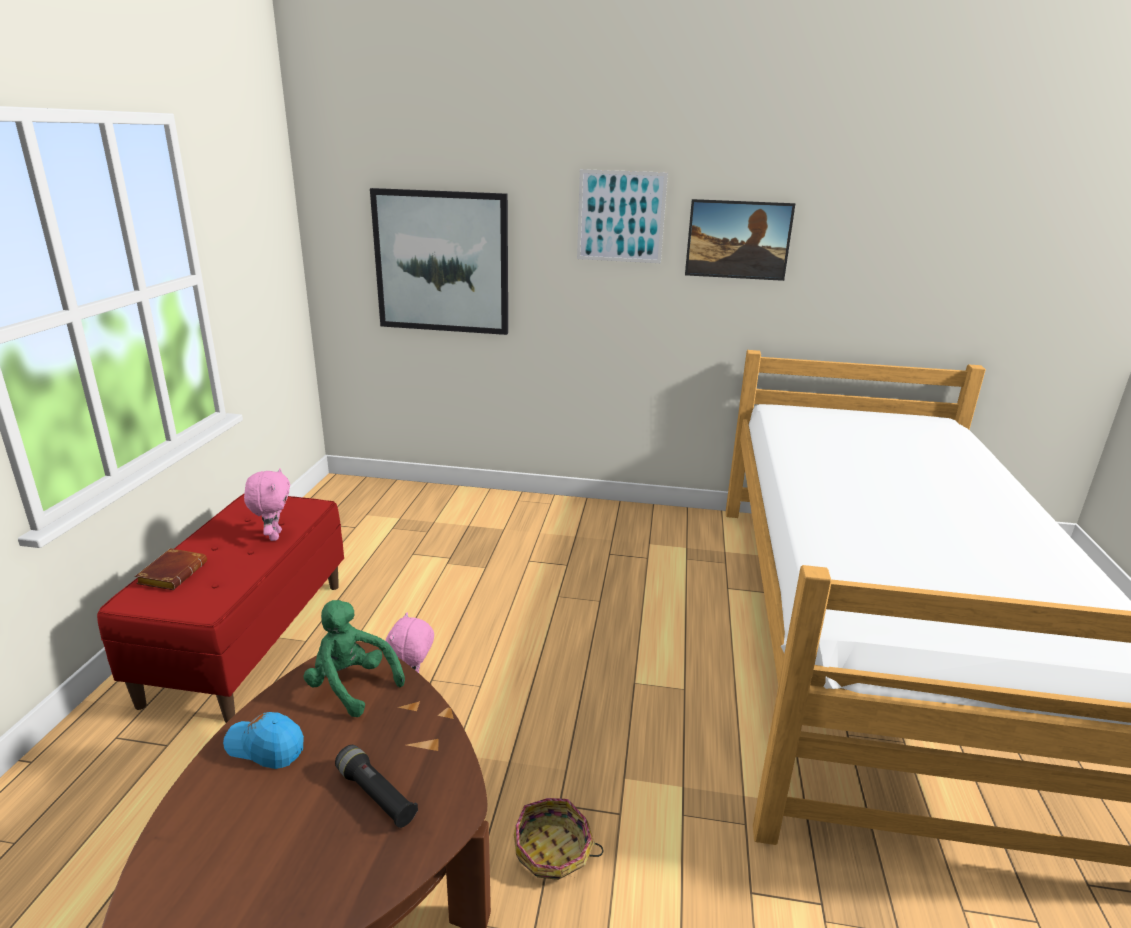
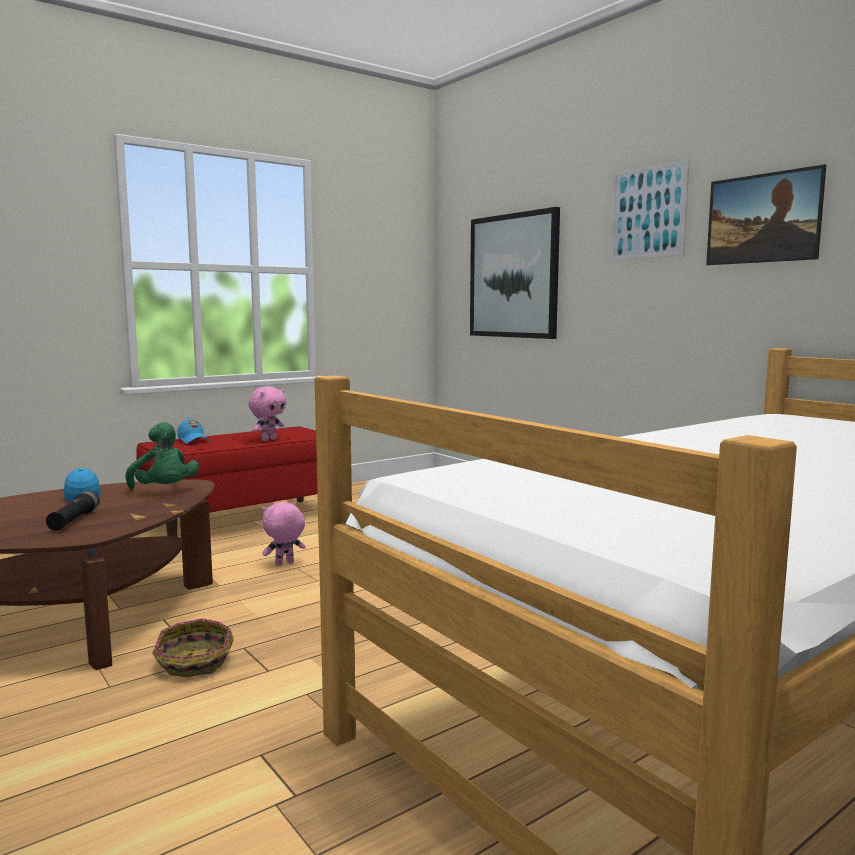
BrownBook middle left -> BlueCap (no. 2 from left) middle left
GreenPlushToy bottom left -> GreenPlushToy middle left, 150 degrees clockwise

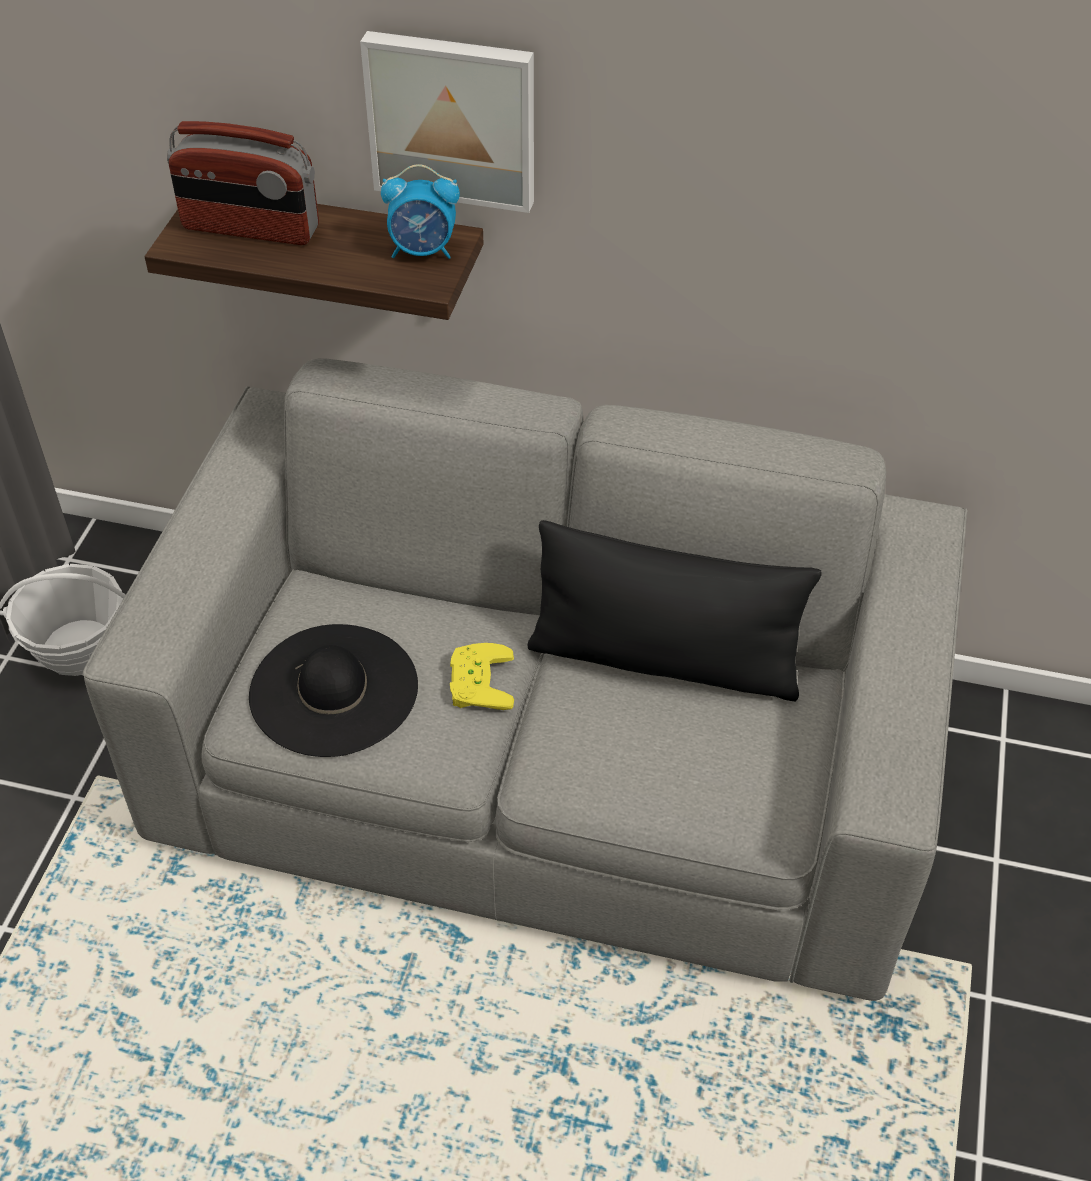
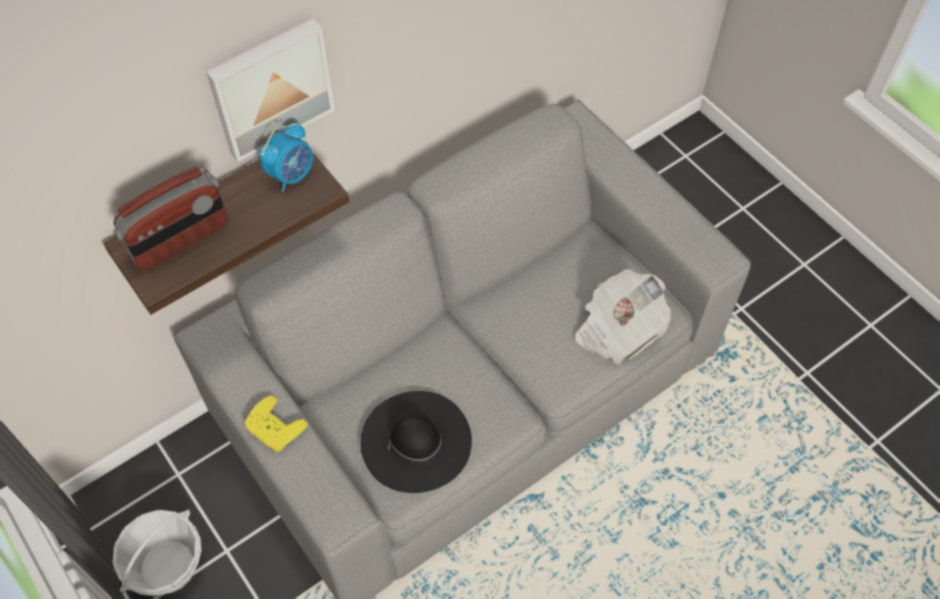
BlackPillow centre -> none
none -> Newspaper centre
YellowGameController centre -> YellowGameController bottom left, relocated

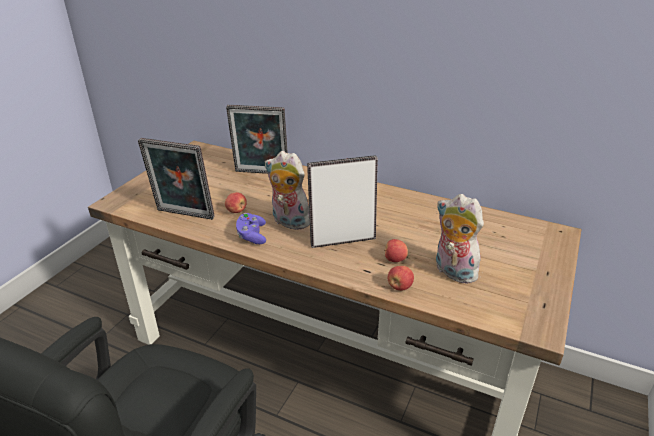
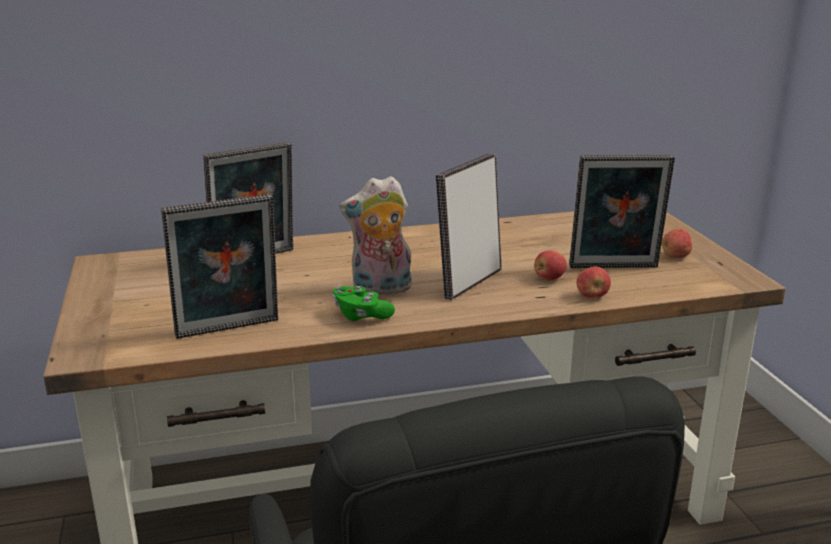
Apple (no. 1 from left in the first image) centre -> Apple (no. 3 from left) middle right, relocated
PlushToy (no. 2 from left) middle right -> PictureFrame (no. 4 from left) middle right
PurpleGameController centre -> GreenGameController centre

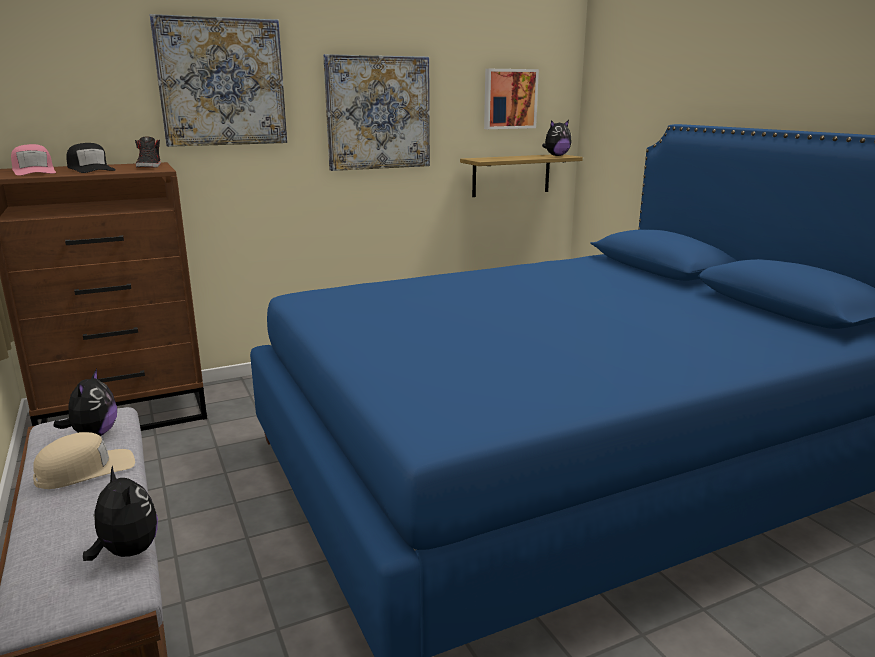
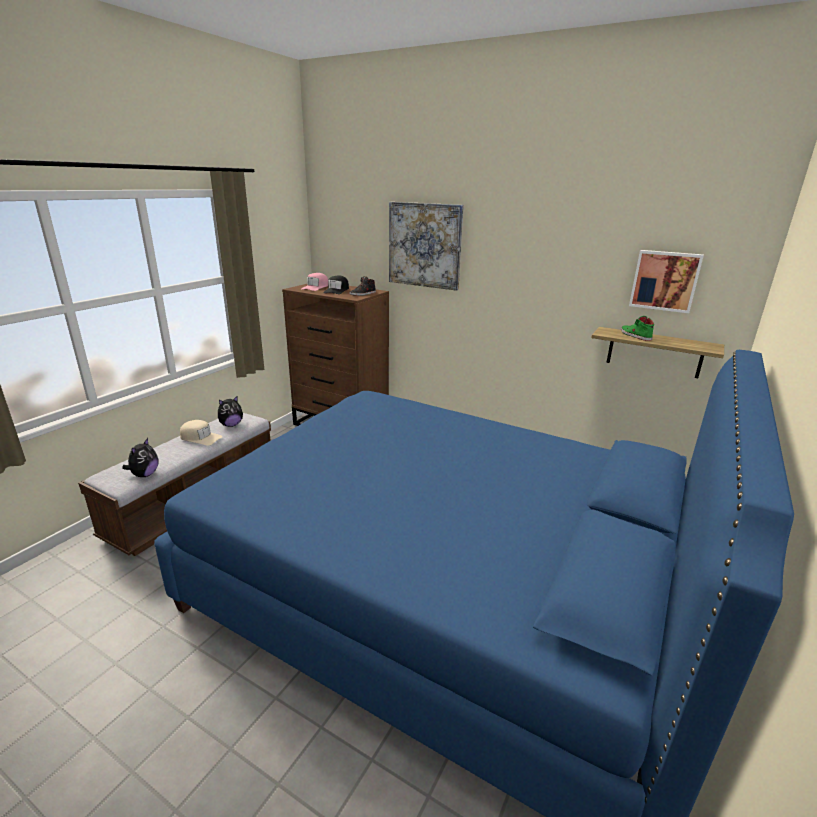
Picture (no. 2 from left) top centre -> none
PlushToy (no. 3 from left) top centre -> none
none -> GreenShoe middle right

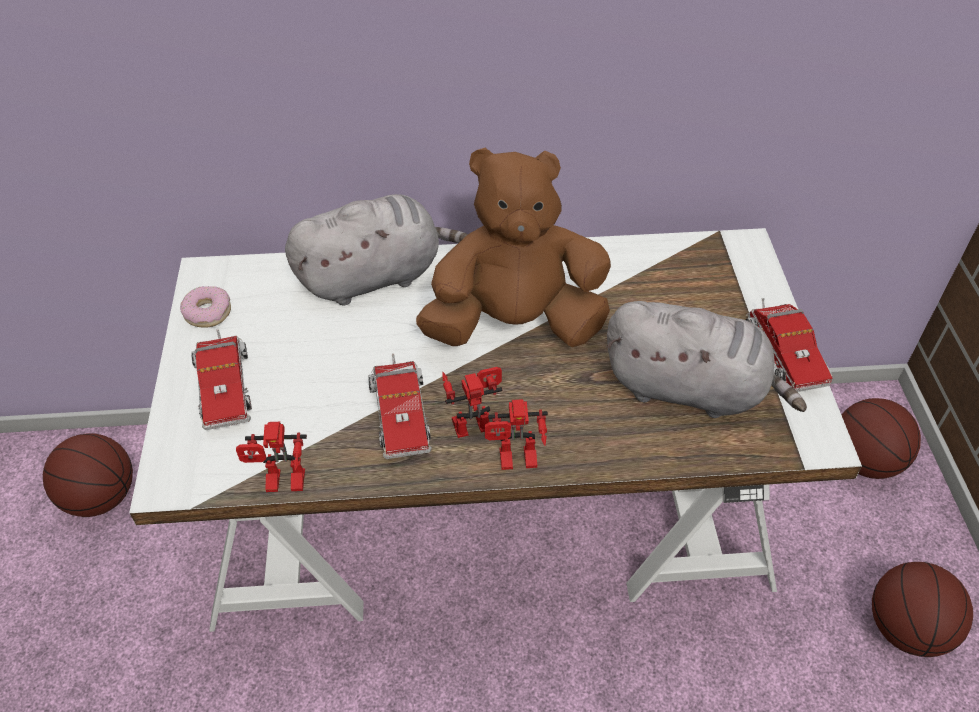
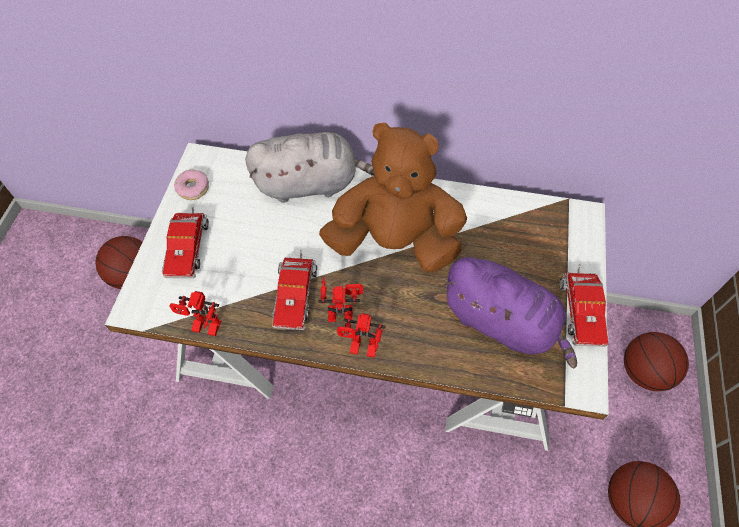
GreyPlushToy (no. 2 from left) middle right -> PurplePlushToy middle right

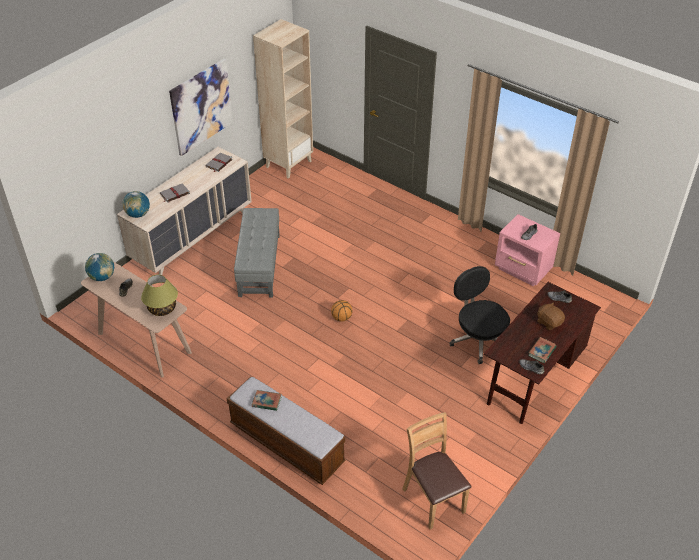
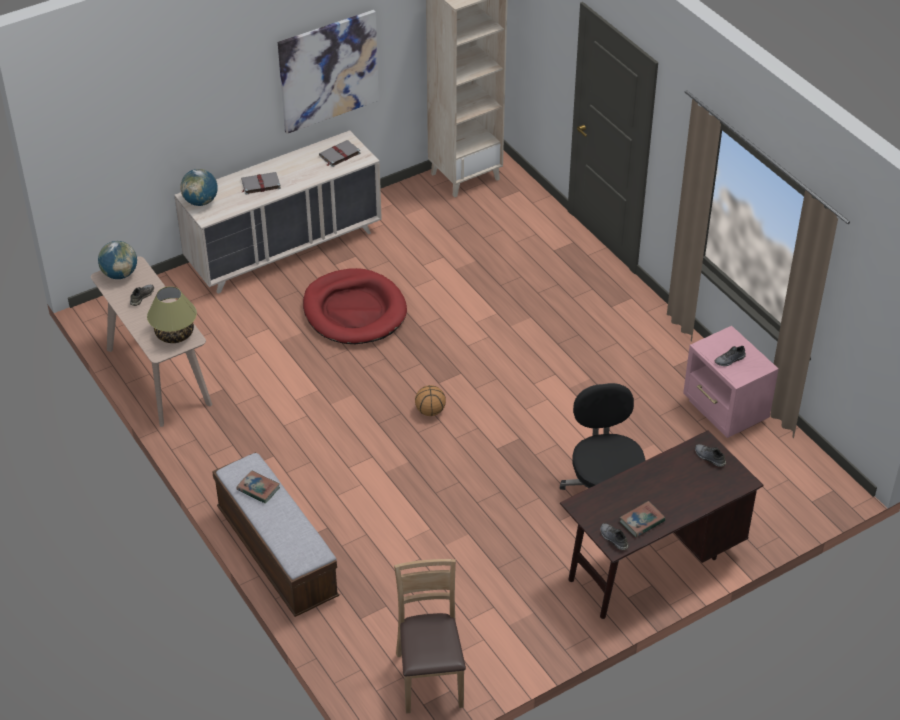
BrownPlushToy middle right -> none
GreyOttoman centre -> RedDogBed centre

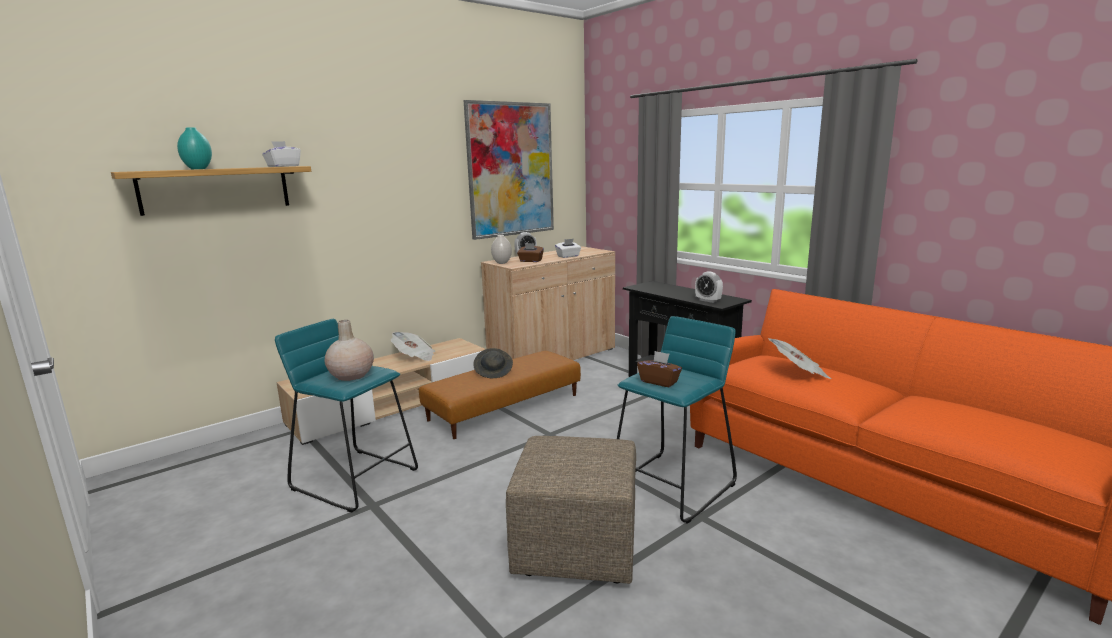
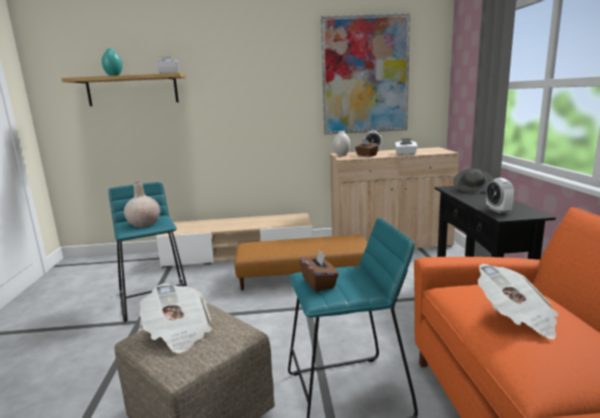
Newspaper (no. 1 from left) centre -> Newspaper (no. 1 from left) bottom left, relocated
GreyHat centre -> GreyHat middle right, relocated

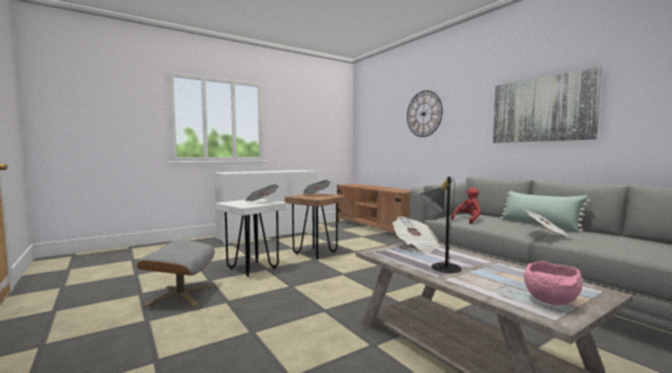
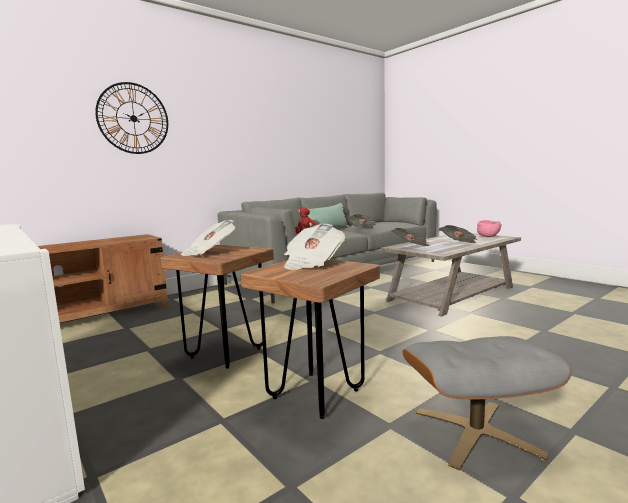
Picture top right -> none
BlackTableLamp centre -> Newspaper (no. 5 from left) middle right
WhiteStool centre -> BrownStool (no. 2 from left) bottom centre

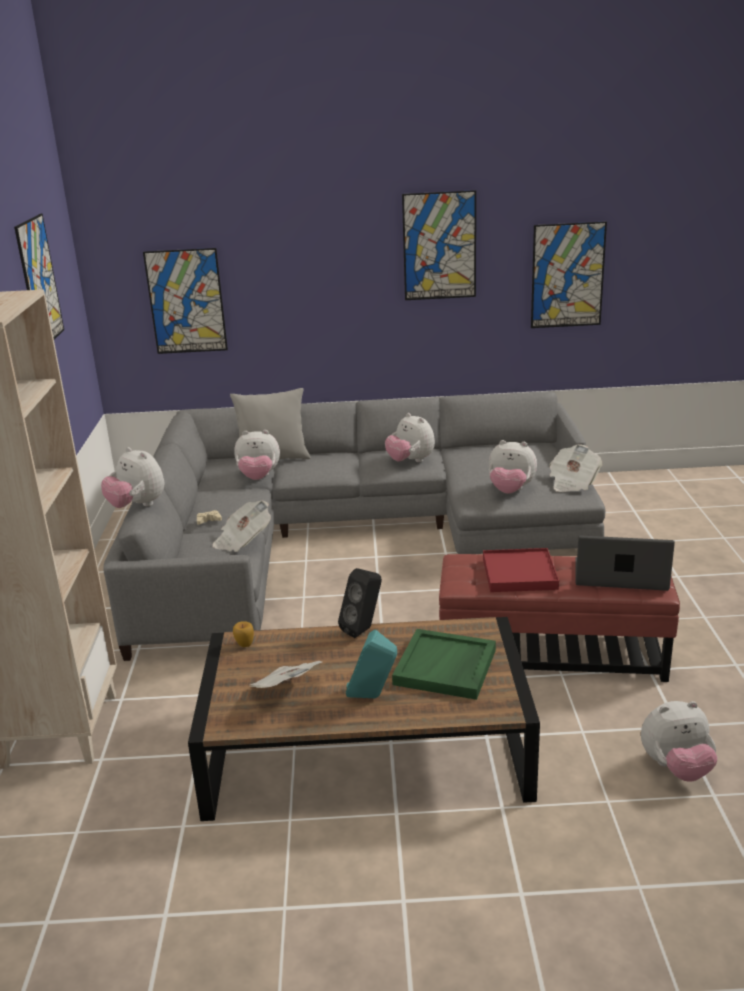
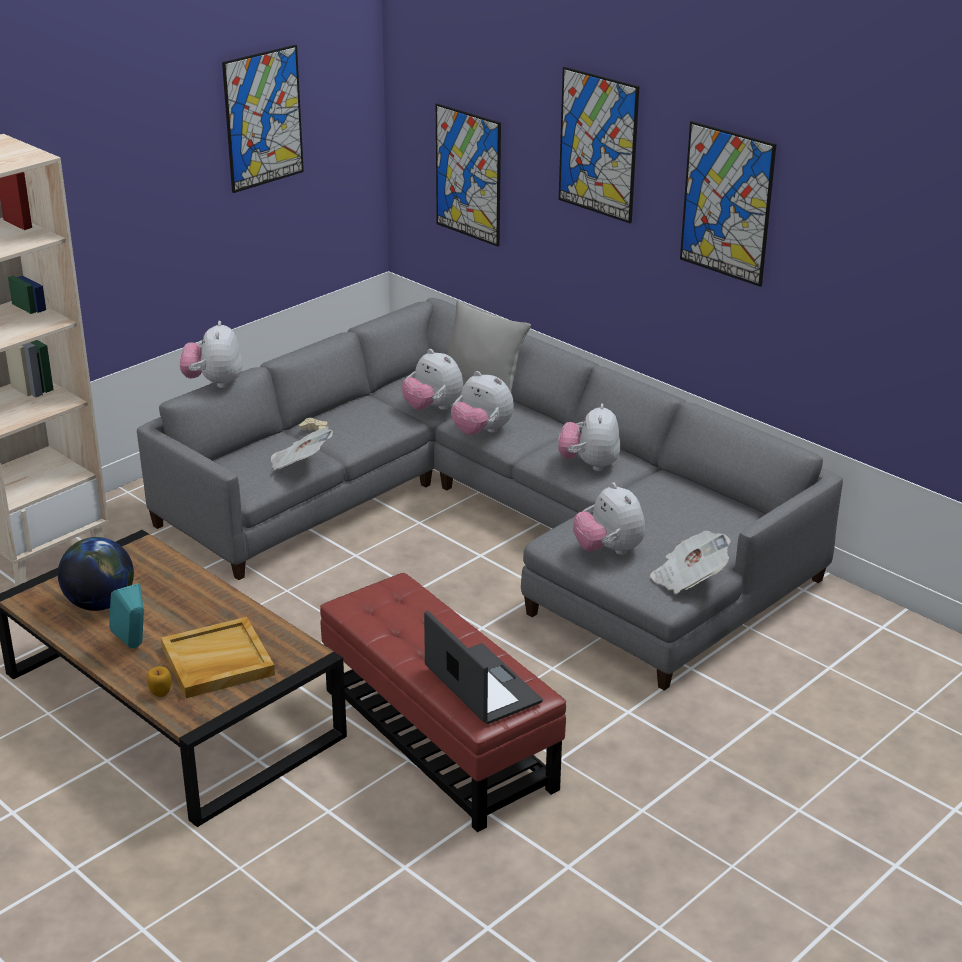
BlackSpeaker centre -> none
RedTray middle right -> none
Apple middle left -> Apple bottom left, relocated
Picture (no. 4 from left in the first image) top right -> Picture (no. 3 from left) top centre, relocated
PlushToy (no. 5 from left in the first image) bottom right -> PlushToy (no. 3 from left) centre, relocated
Newspaper (no. 2 from left) bottom centre -> Globe middle left
GreenTray bottom centre -> BeigeTray bottom left

